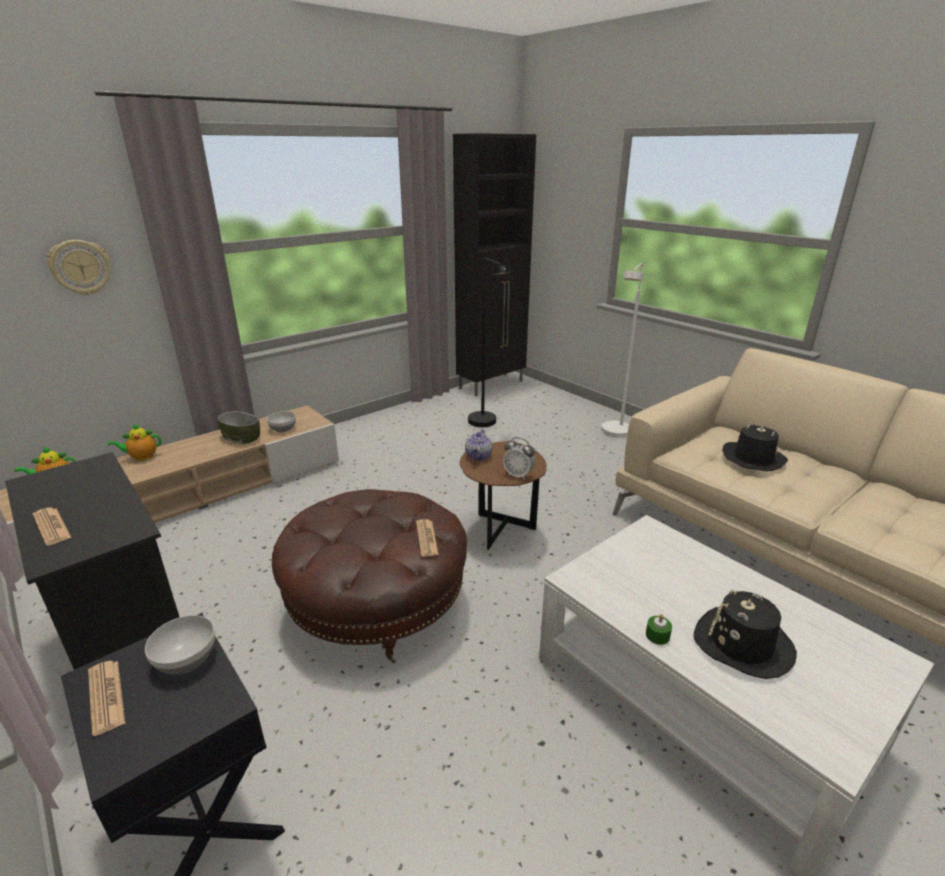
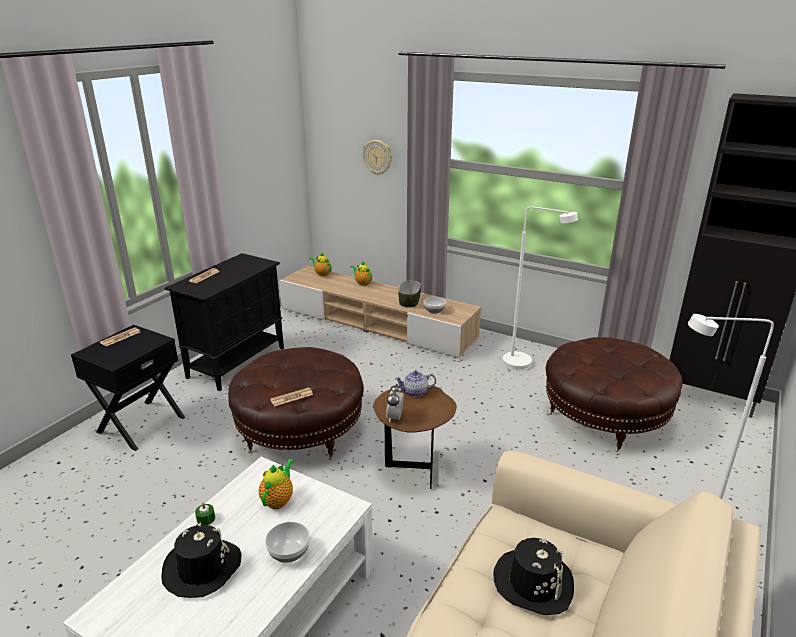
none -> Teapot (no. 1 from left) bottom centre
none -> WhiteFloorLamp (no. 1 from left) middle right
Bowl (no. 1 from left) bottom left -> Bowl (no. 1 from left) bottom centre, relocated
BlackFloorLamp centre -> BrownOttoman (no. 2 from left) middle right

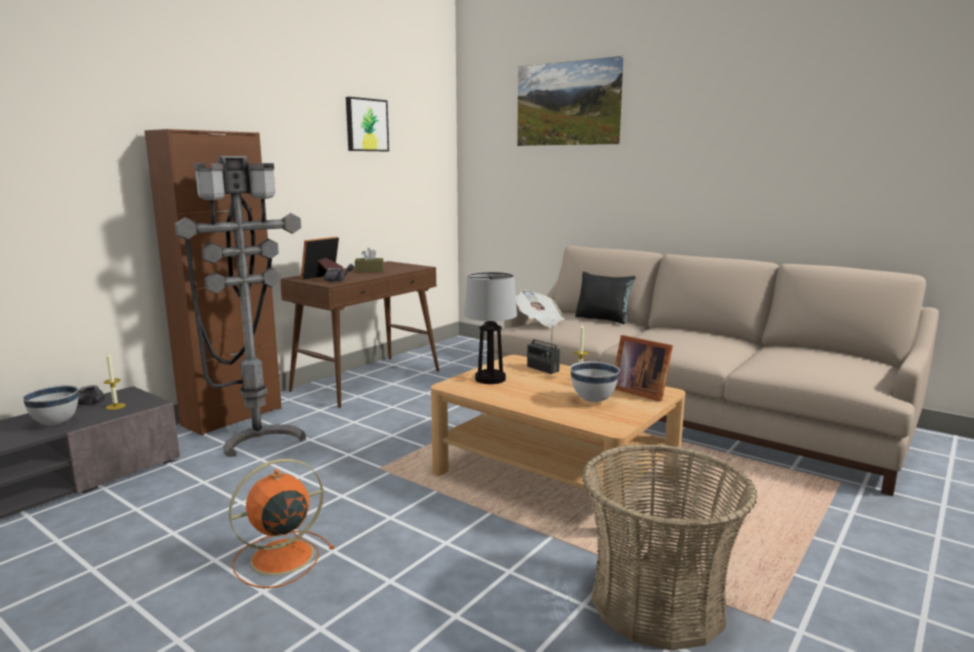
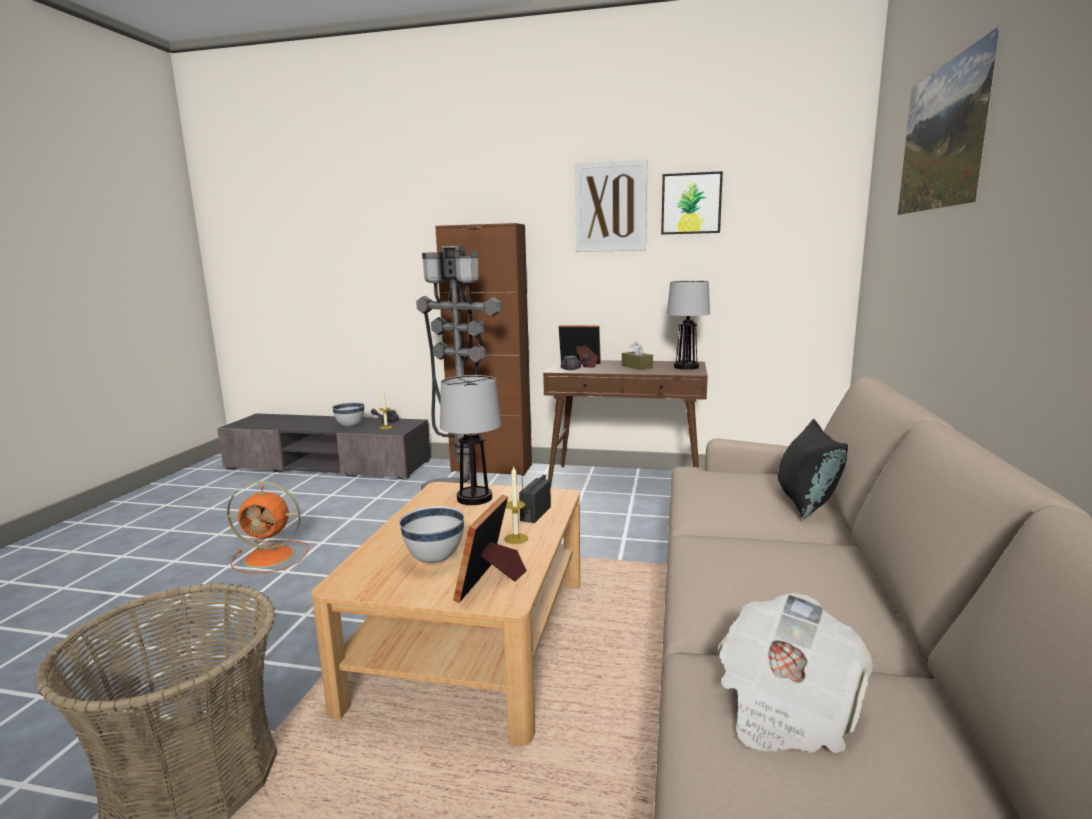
none -> Picture (no. 1 from left) top centre
none -> TableLamp (no. 2 from left) centre
Newspaper centre -> Newspaper bottom right, relocated
OrangeFan bottom left -> OrangeFan middle left, 150 degrees clockwise

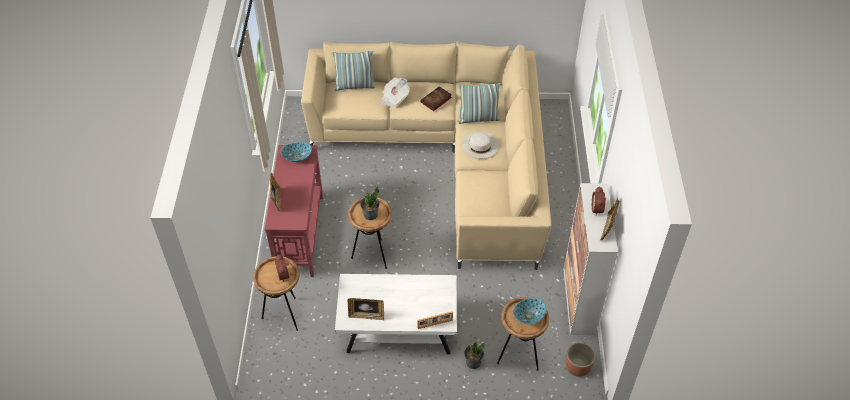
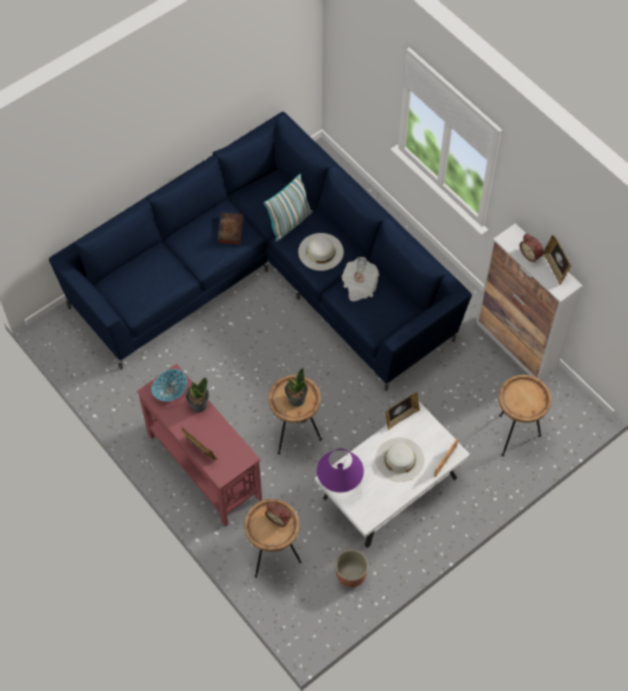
Pillow (no. 1 from left) top centre -> none
Bowl (no. 2 from left) bottom centre -> none
none -> PurpleTableLamp bottom centre
none -> WhiteHat (no. 2 from left) centre
PictureFrame (no. 2 from left) bottom centre -> PictureFrame (no. 2 from left) centre, relocated
Newspaper top centre -> Newspaper centre, relocated
PottedPlant (no. 2 from left in the first image) bottom centre -> PottedPlant (no. 1 from left) middle left, relocated
Planter bottom right -> Planter bottom centre, relocated
BeigeSofa centre -> BlueSofa centre

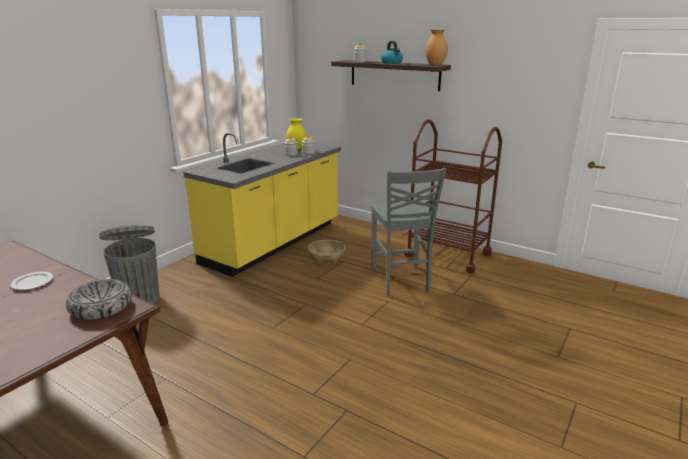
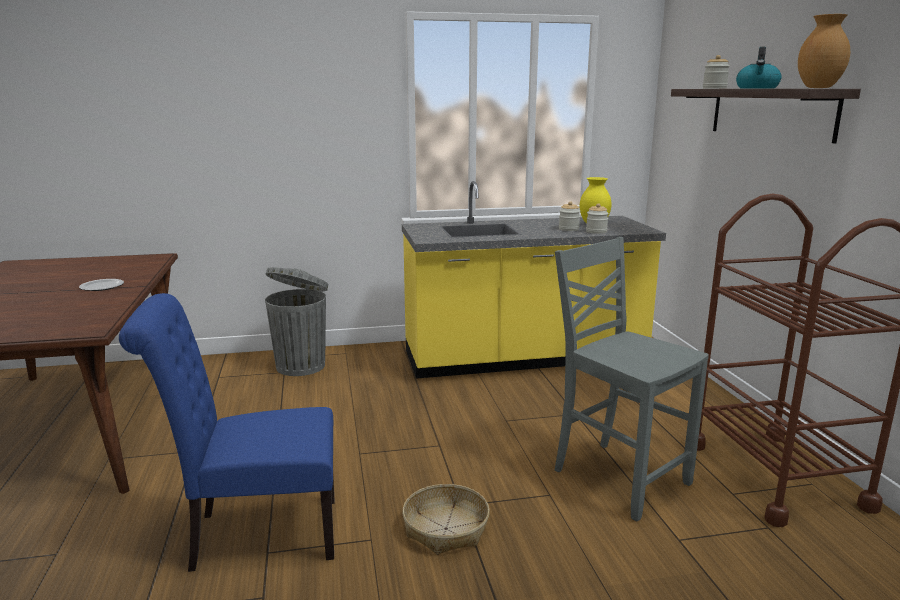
Bowl middle left -> none
none -> BlueChair bottom left
Basket centre -> Basket bottom centre, relocated
GreyChair centre -> GreyChair middle right, 105 degrees clockwise

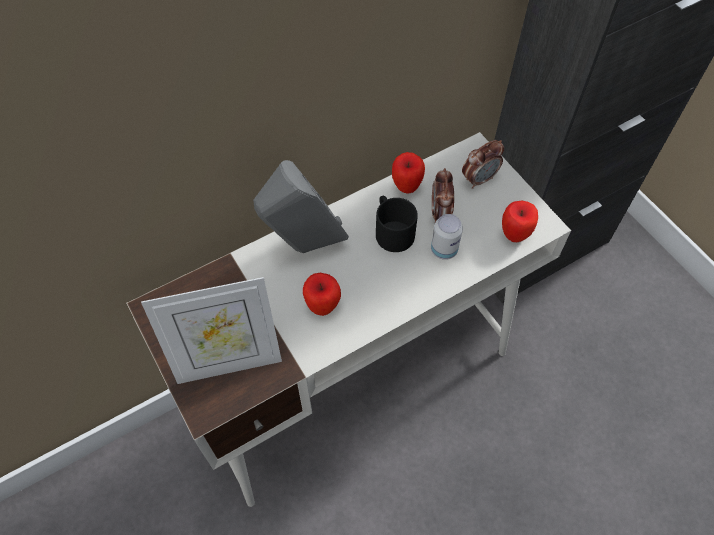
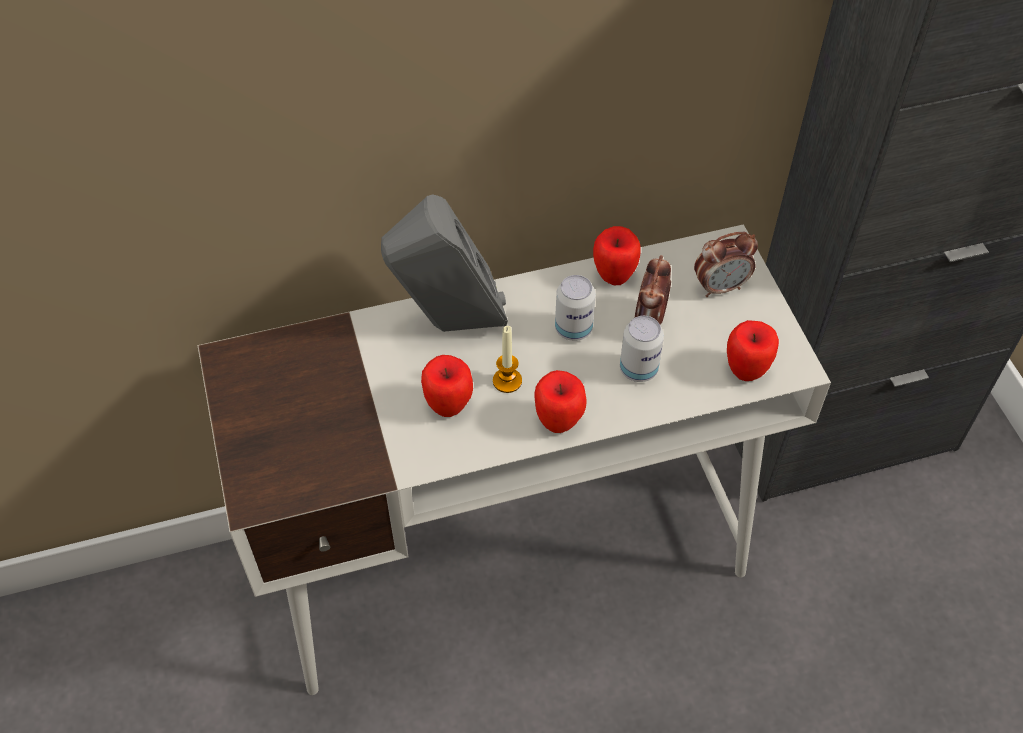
PictureFrame middle left -> none
none -> Candle centre
none -> Apple (no. 2 from left) centre
BlackMug centre -> Can (no. 1 from left) centre

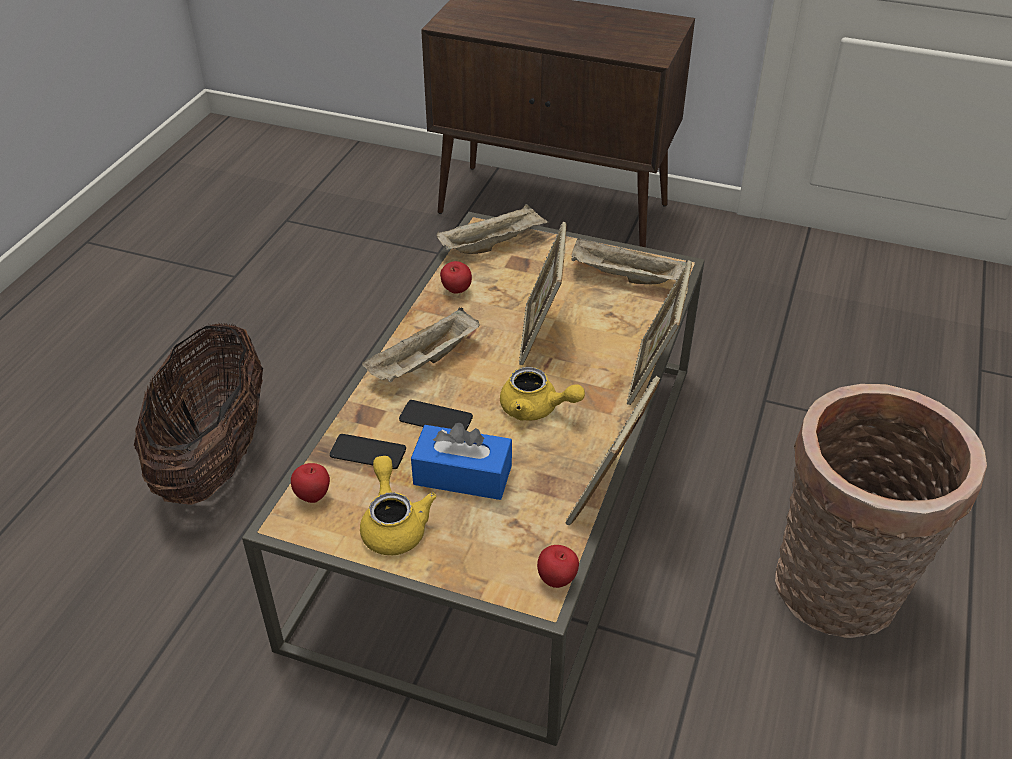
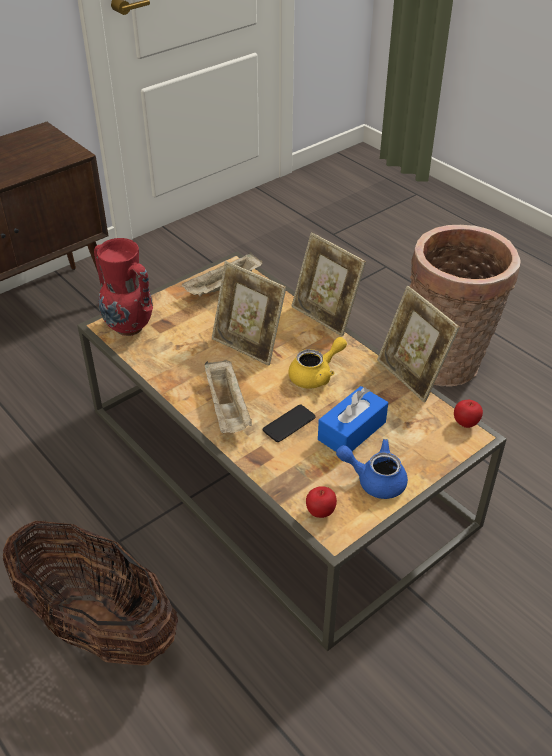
Phone (no. 1 from left) centre -> none
Apple (no. 2 from left) centre -> none
BeigeTray (no. 2 from left) top centre -> RedVase middle left
YellowTeapot (no. 1 from left) centre -> BlueTeapot middle right

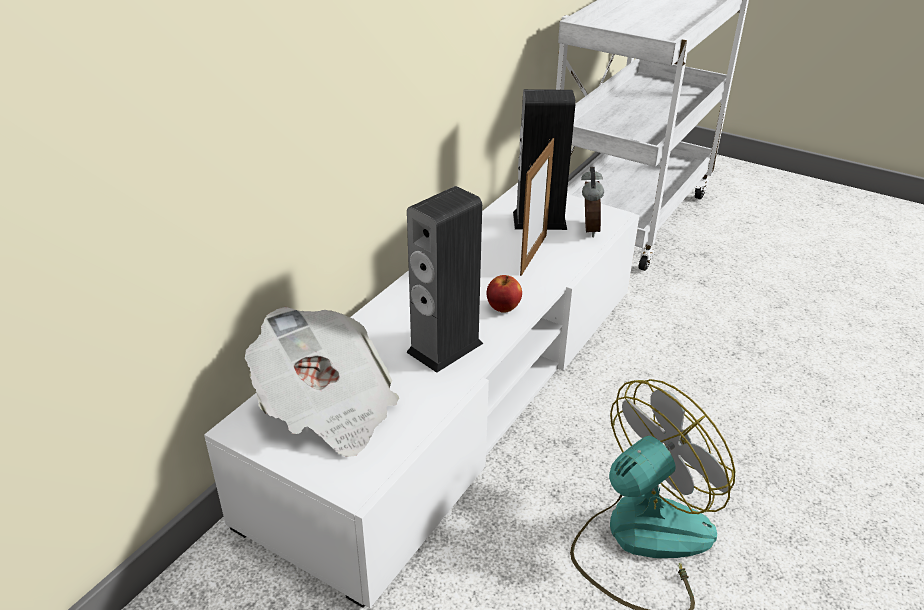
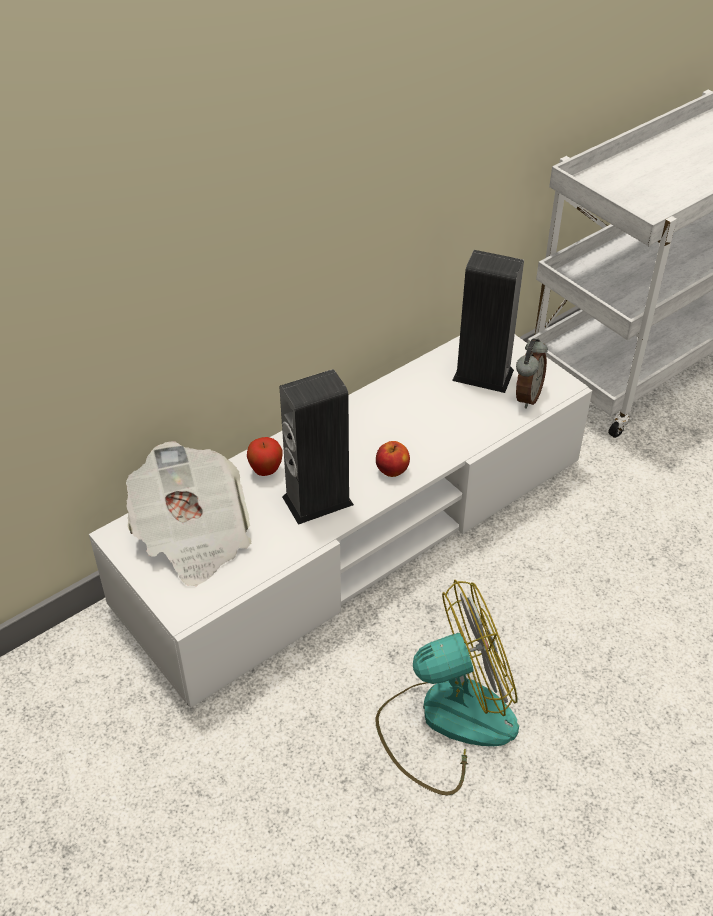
PictureFrame centre -> none
none -> Apple (no. 1 from left) centre

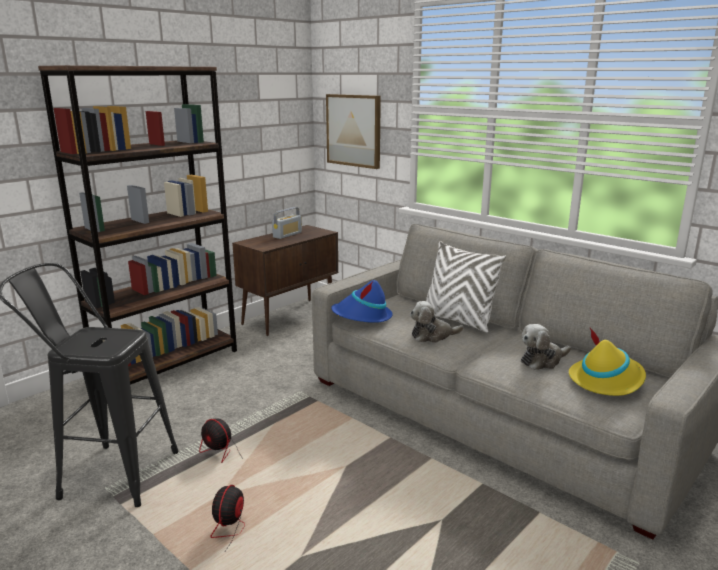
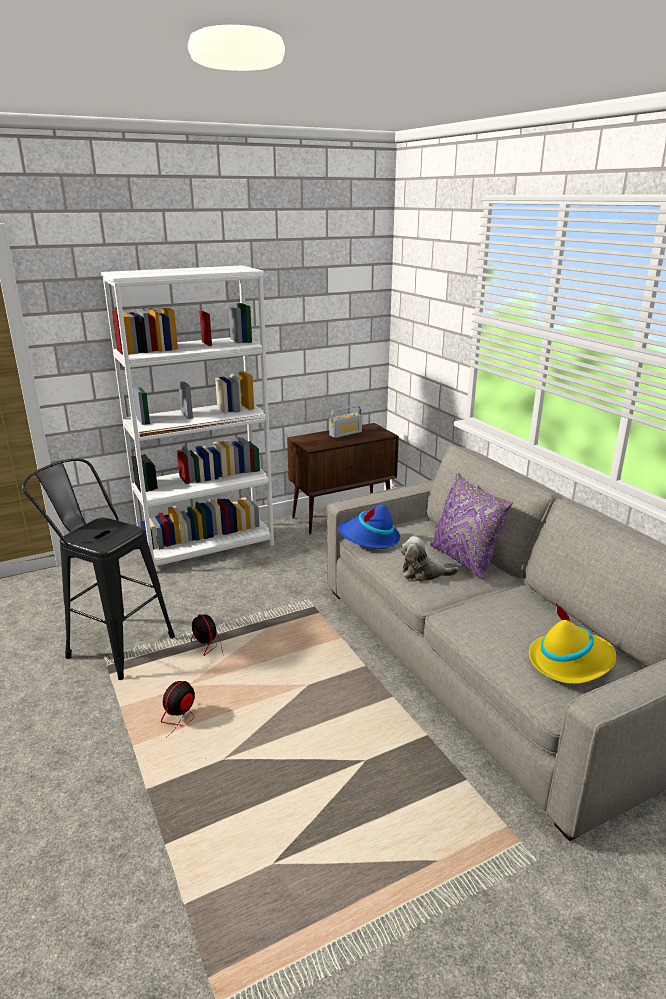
Picture top centre -> none
PlushToy (no. 2 from left) middle right -> none
BrownBookcase middle left -> WhiteBookcase middle left
WhitePillow centre -> PurplePillow middle right

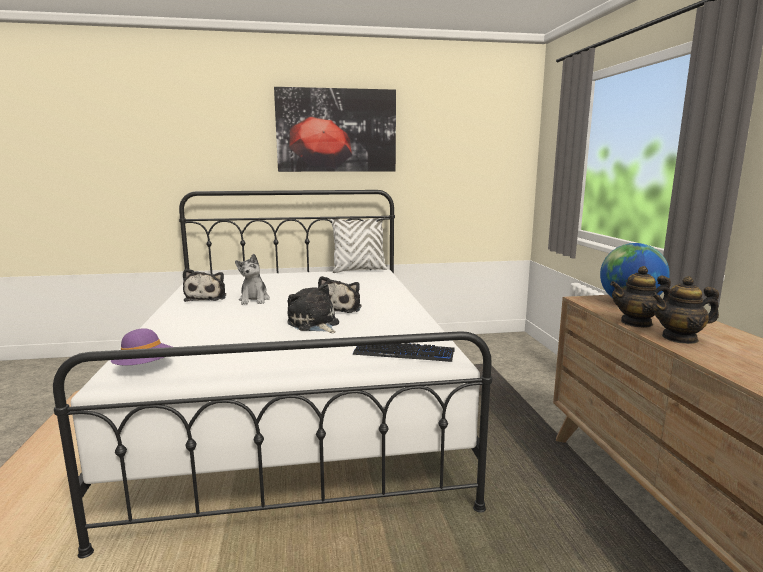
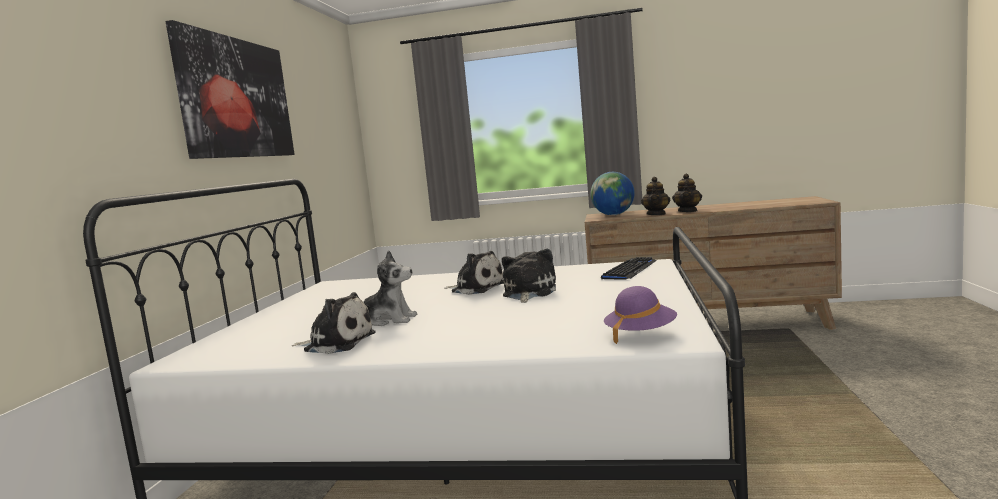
WhitePillow centre -> none
PlushToy (no. 3 from left in the first image) centre -> PlushToy (no. 4 from left) centre, 120 degrees clockwise

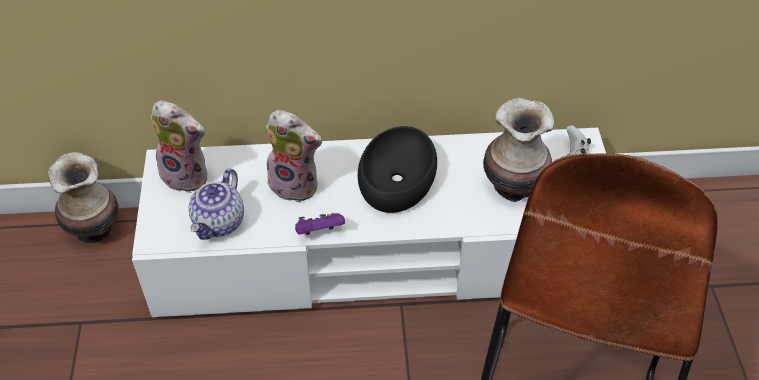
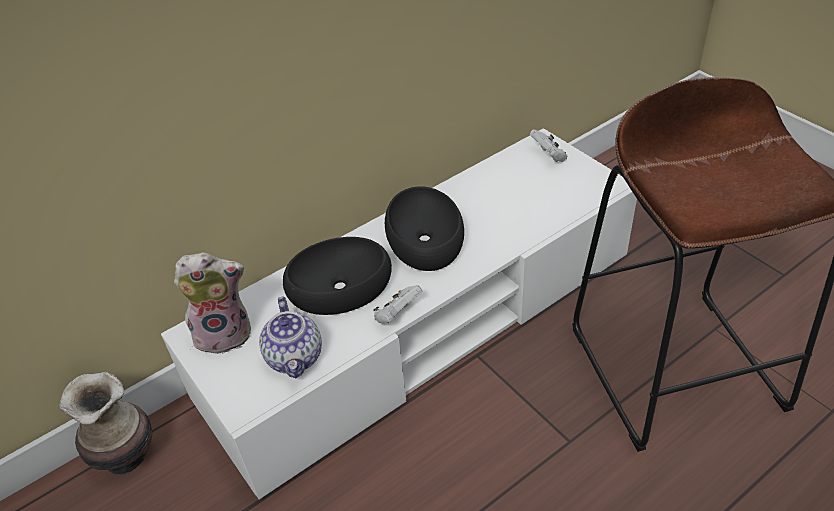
Vase (no. 2 from left) middle right -> none
PlushToy (no. 2 from left) centre -> BlackBowl (no. 1 from left) centre
PurpleGameController centre -> WhiteGameController (no. 1 from left) centre

